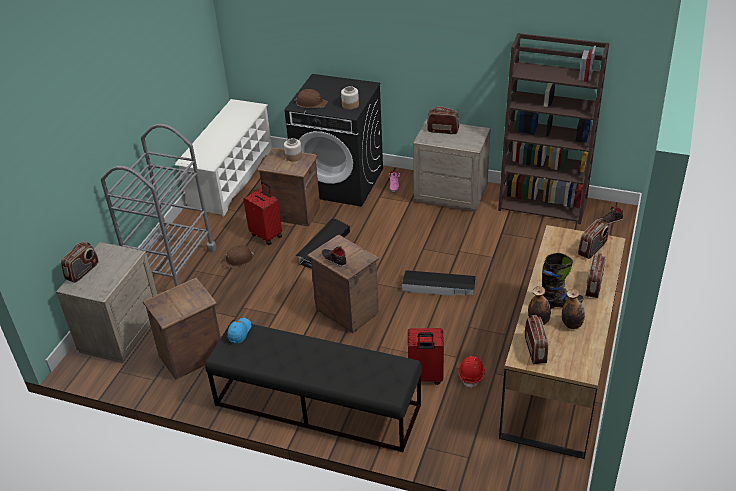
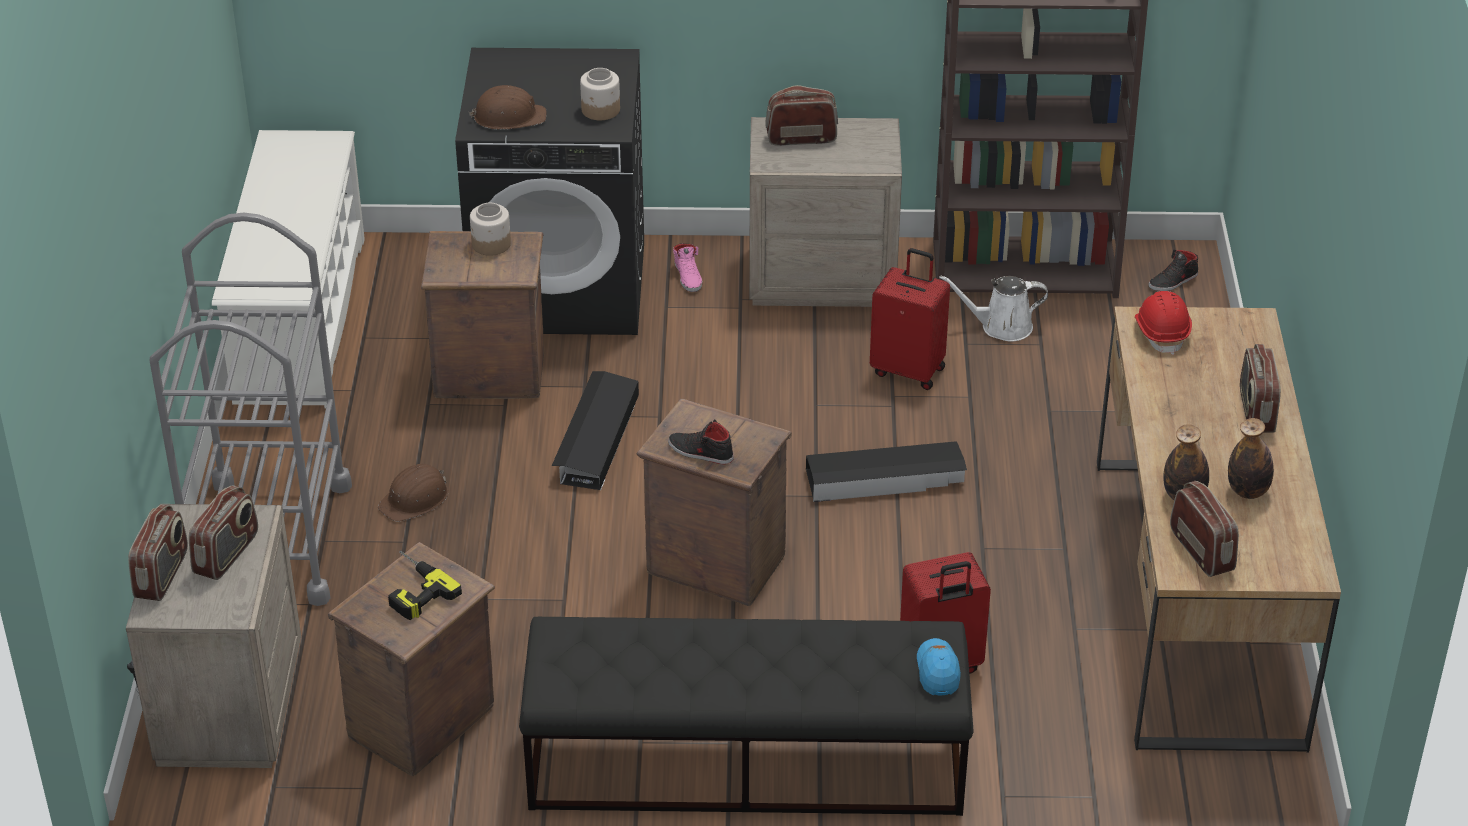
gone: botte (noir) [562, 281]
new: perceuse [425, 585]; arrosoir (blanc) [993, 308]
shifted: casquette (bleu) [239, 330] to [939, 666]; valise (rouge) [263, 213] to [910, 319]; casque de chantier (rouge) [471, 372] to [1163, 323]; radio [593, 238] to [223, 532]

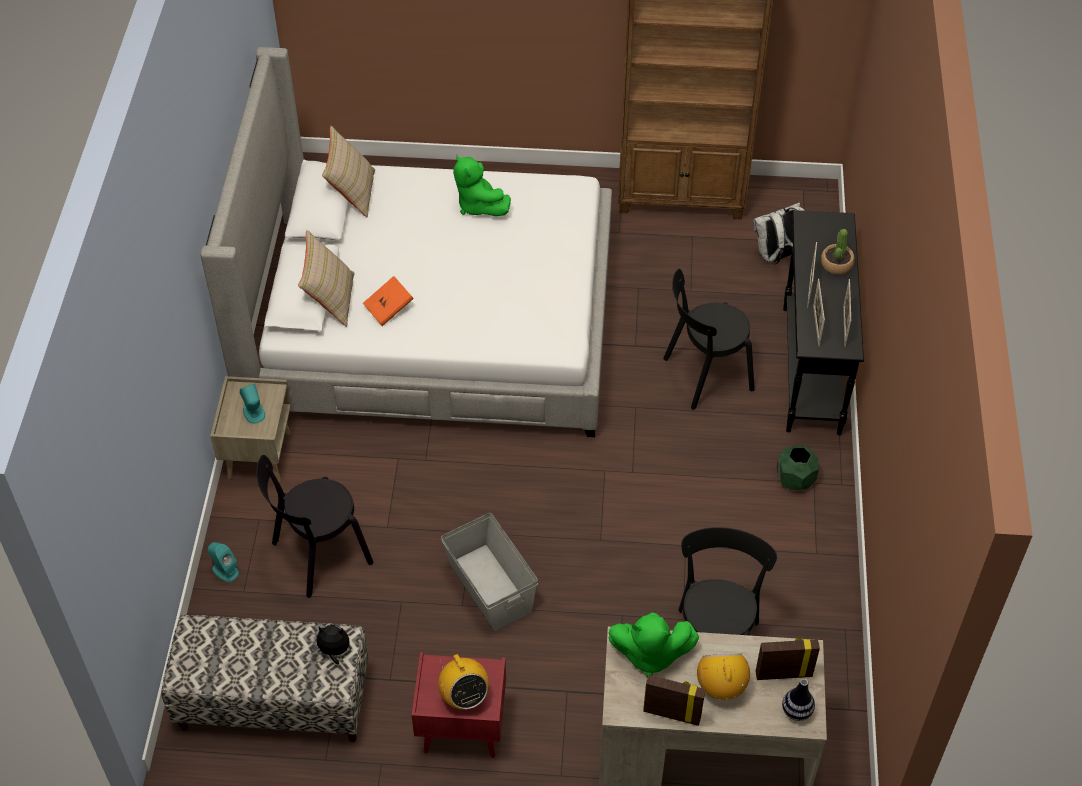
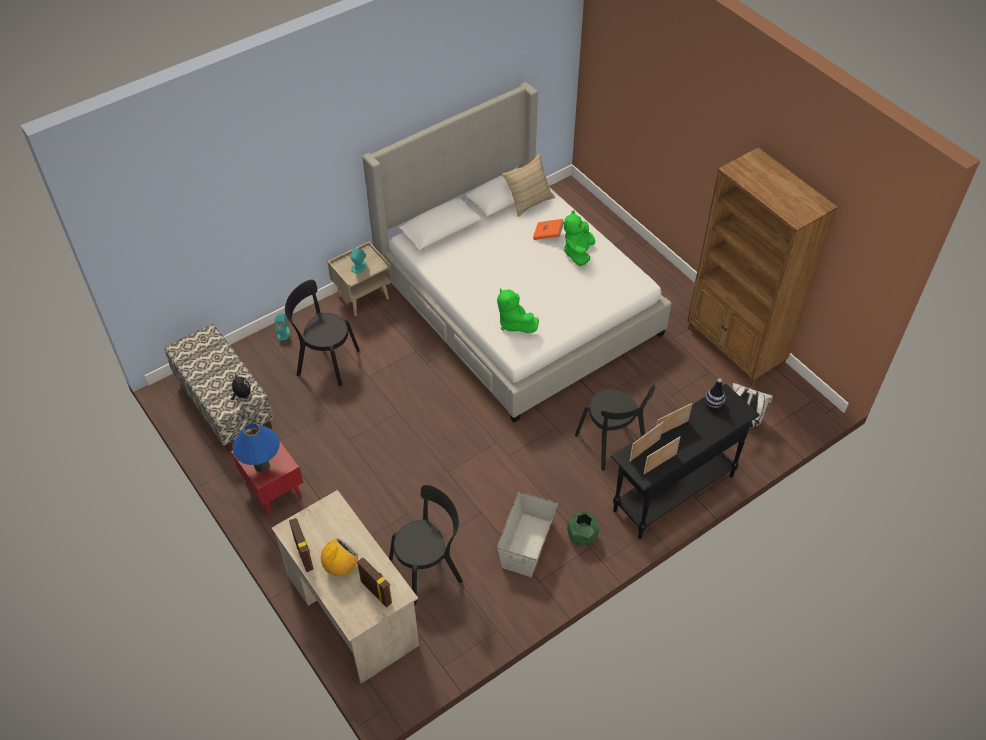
gone: coussin (beige) [326, 278]; plante en pot [838, 252]
shifted: livre (orange) [388, 301] to [548, 229]; boîte de rangement (gris) [489, 572] to [527, 534]; peluche (vert) [653, 645] to [518, 310]; vase [798, 700] to [715, 393]
swapped: radio [463, 682] to lampe de table (bleu) [256, 447]
rotated: chaise (noir) [709, 339] = [615, 428] 150 degrees counterclockwise

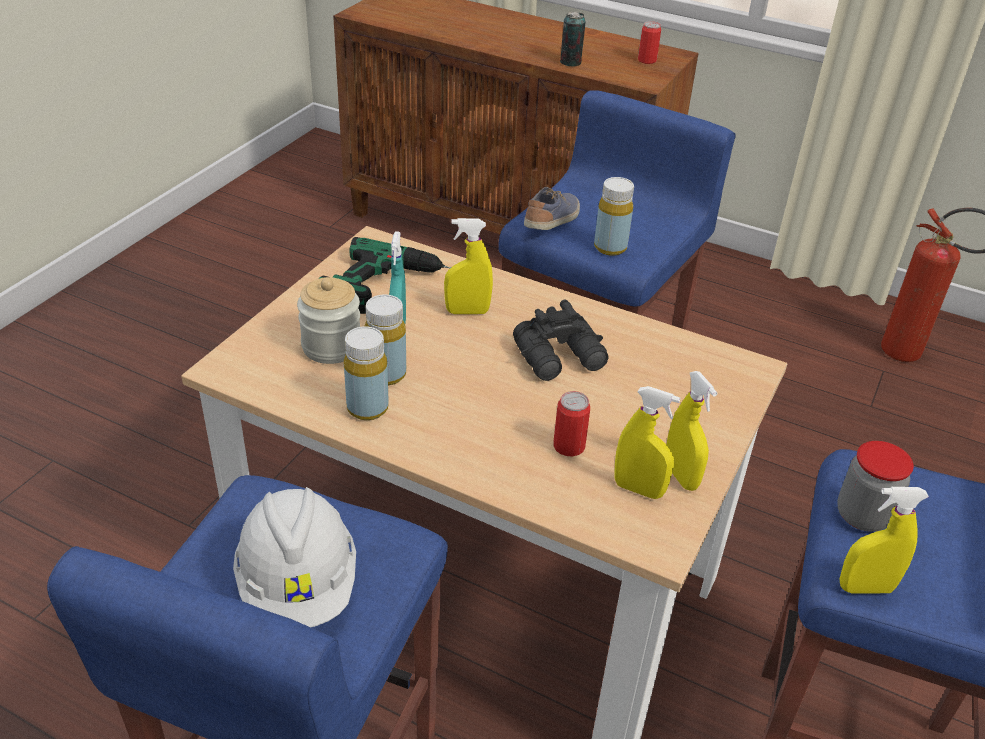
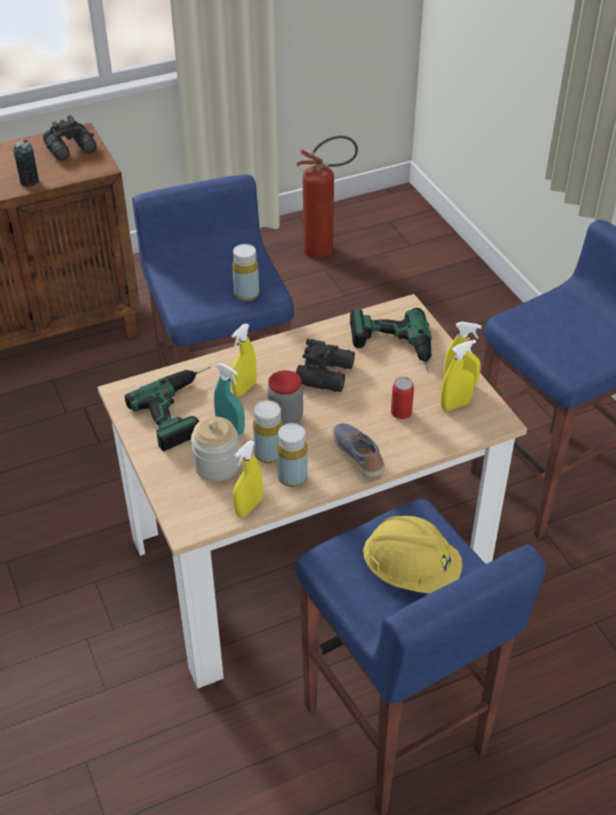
new: perceuse [391, 340]
shifted: chaussure [552, 208] to [359, 450]; bocal [875, 486] to [285, 397]; vaporisateur (jaune) [884, 540] to [248, 478]
swapped: boîte métallique [649, 42] to jumelles (noir) [70, 138]
repainted: casque de chantier (blanc) [294, 557] to casque de chantier (jaune) [412, 555]

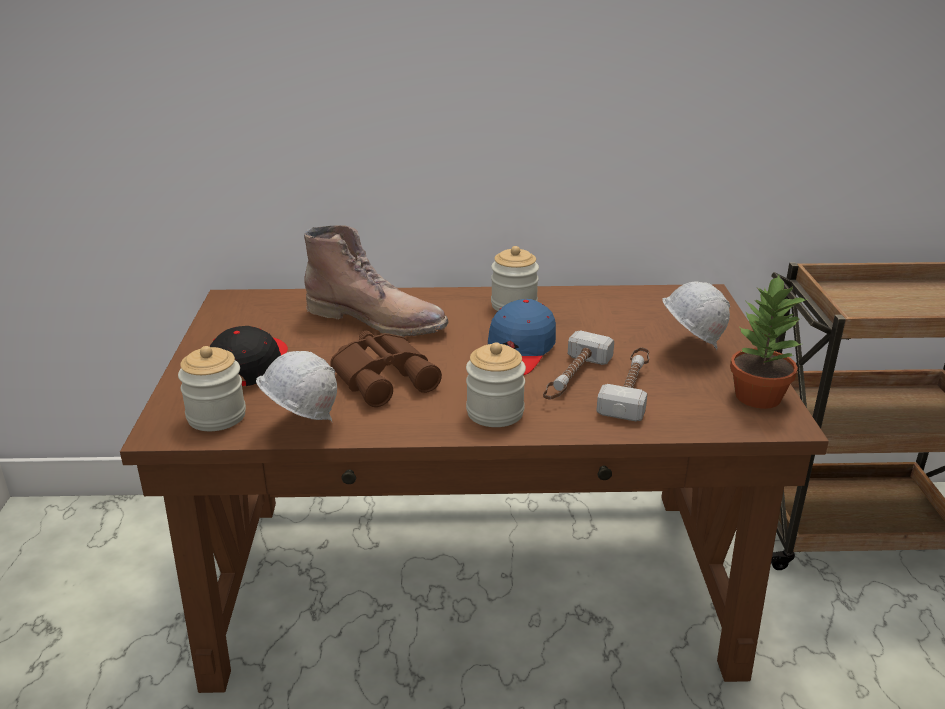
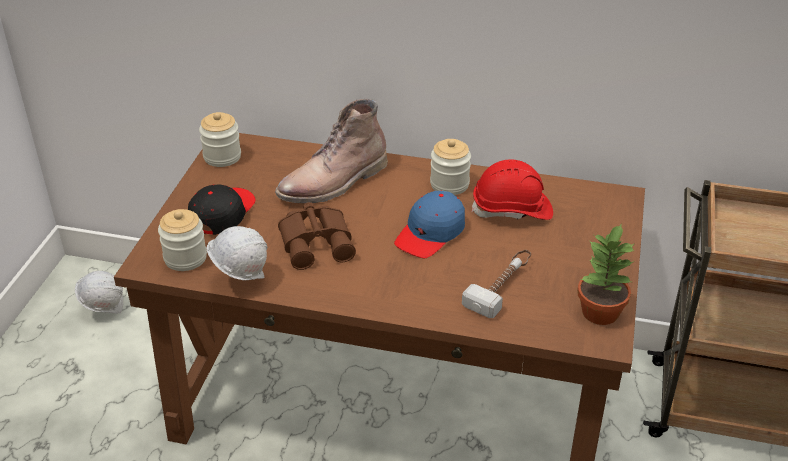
gone: marteau [578, 365]
new: casque de chantier (rouge) [512, 189]
shifted: bocal [496, 384] to [220, 139]; casque de chantier (blanc) [696, 316] to [99, 292]
rotated: botte (marron) [376, 281] = [331, 151] 105 degrees clockwise

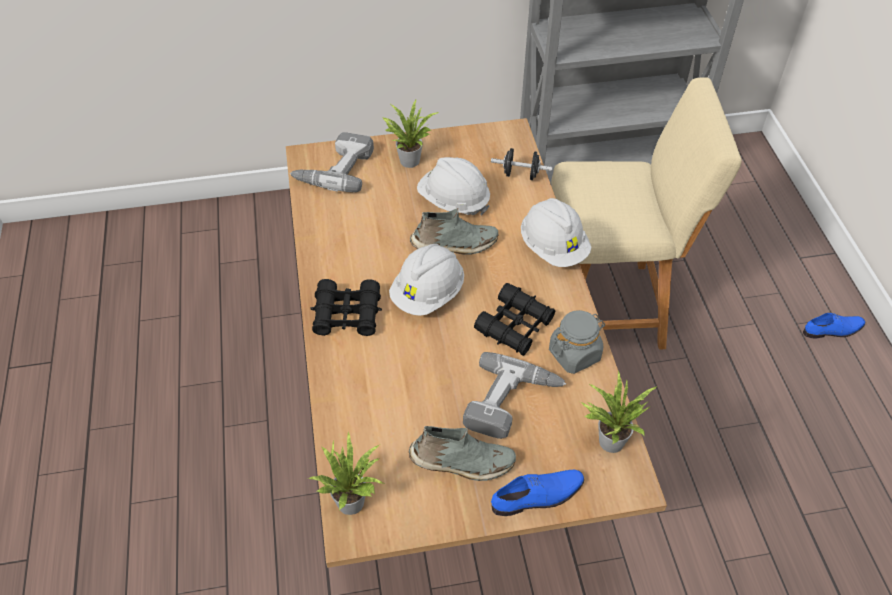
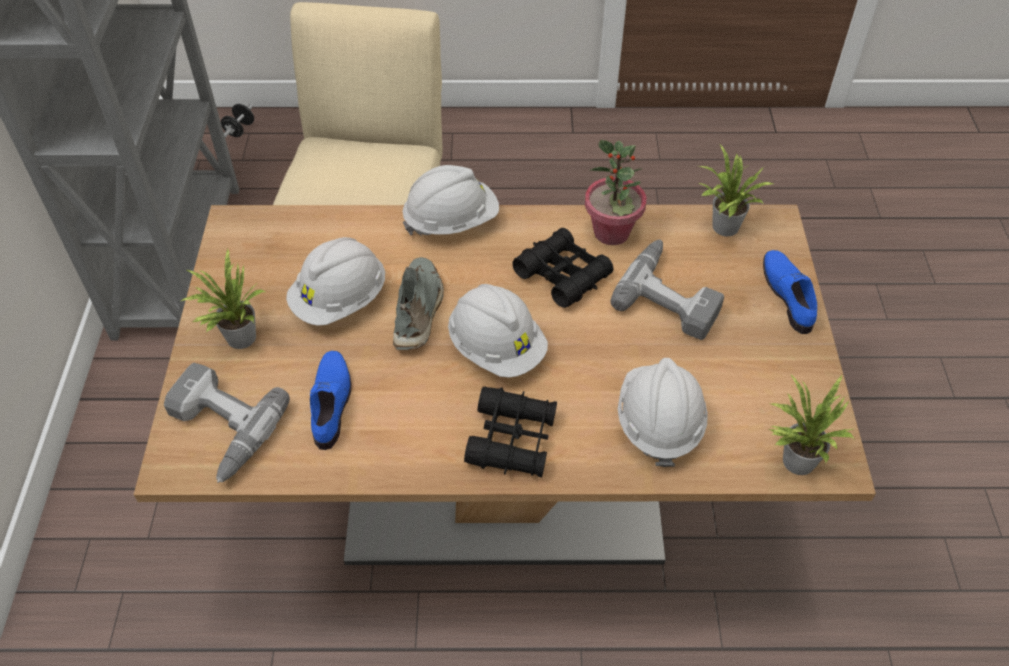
gone: chaussure (gris) [462, 453]
new: casque de chantier (blanc) [663, 412]
shifted: haltère (noir) [522, 164] to [237, 121]; chaussure (bleu) [834, 325] to [331, 400]
swapped: bocal (gris) [577, 342] to plante en pot [615, 192]

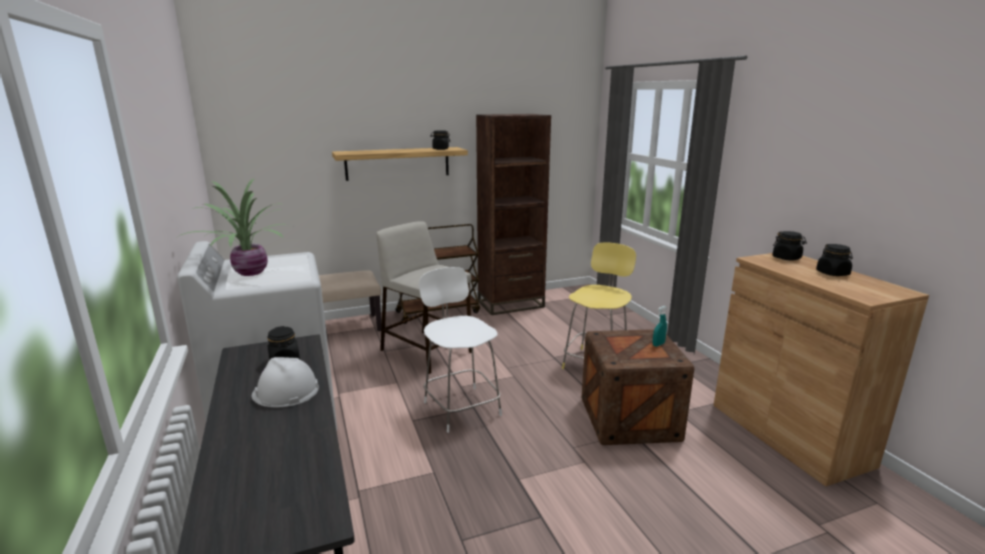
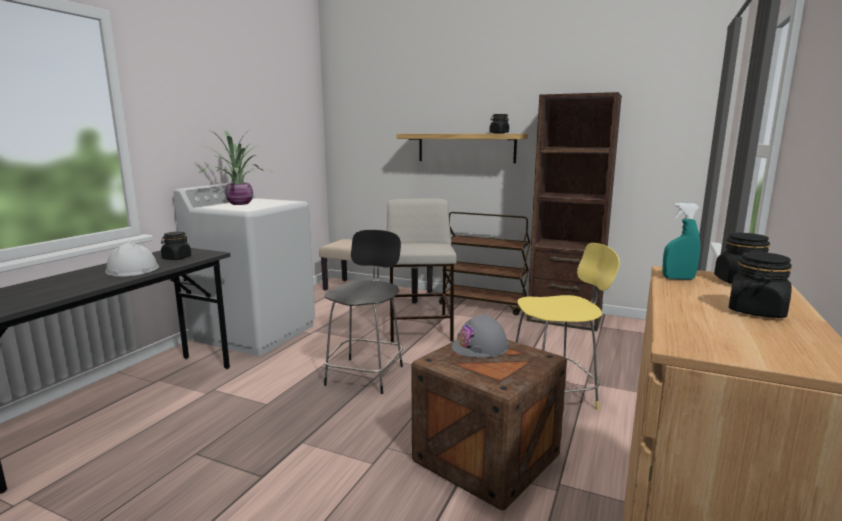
new: casque de chantier (gris) [480, 336]
shifted: vaporisateur (turquoise) [660, 326] to [681, 241]
repainted: tabouret (blanc) [460, 350] to tabouret (noir) [363, 312]

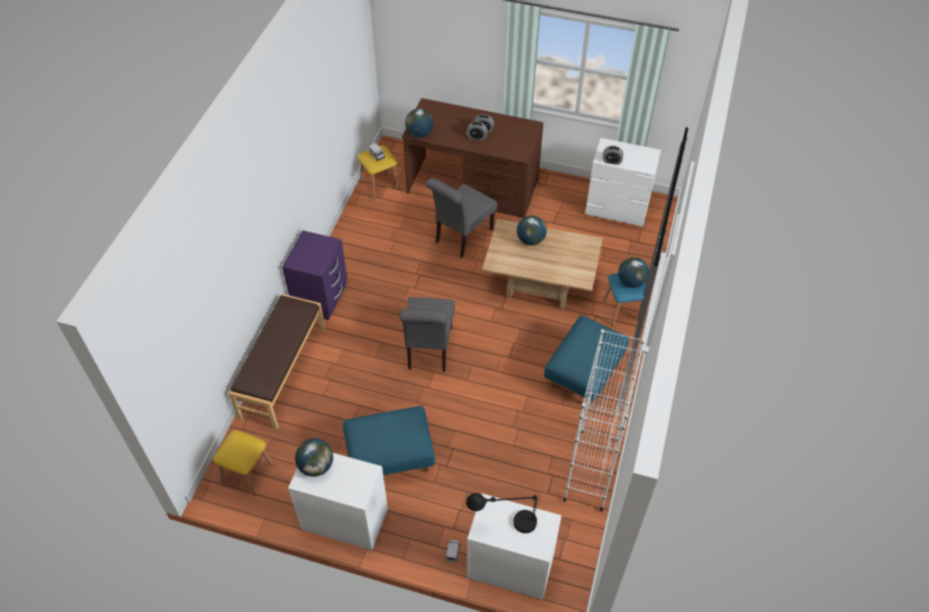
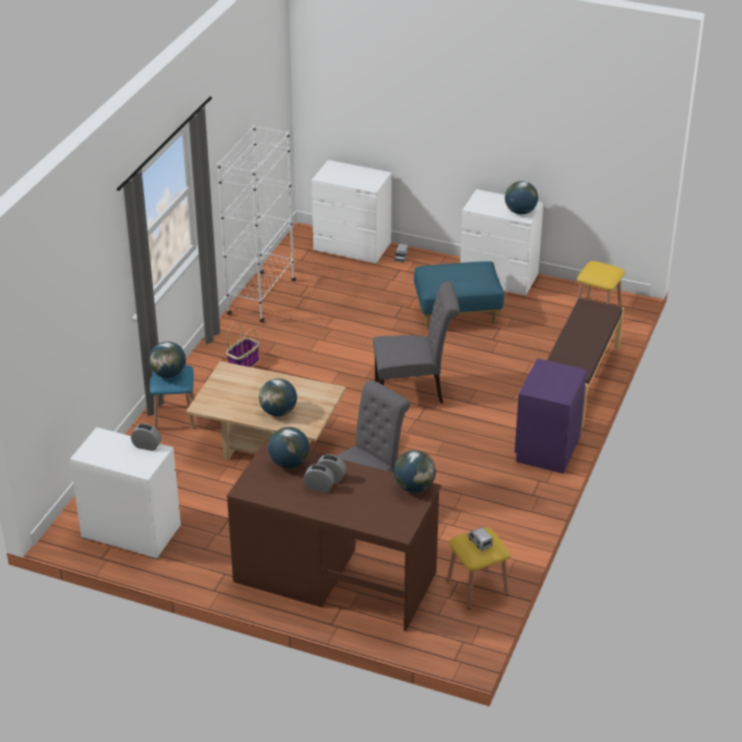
gone: lampe de table (noir) [501, 513]
new: globe [289, 447]
swapped: pouf (bleu) [586, 359] to panier [243, 344]
rotated: chaise (gris) [427, 334] = [416, 342] 75 degrees clockwise

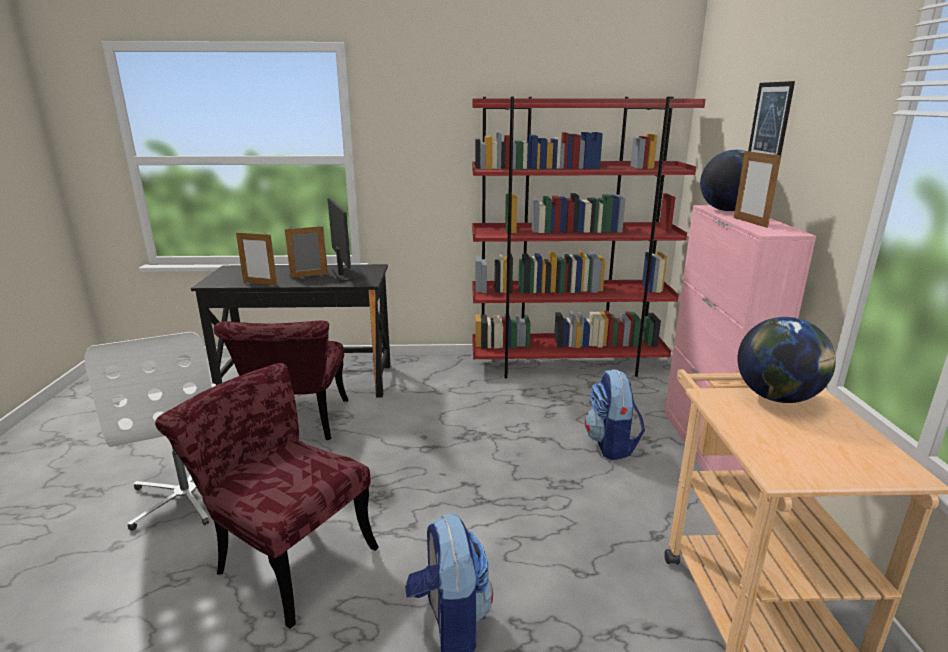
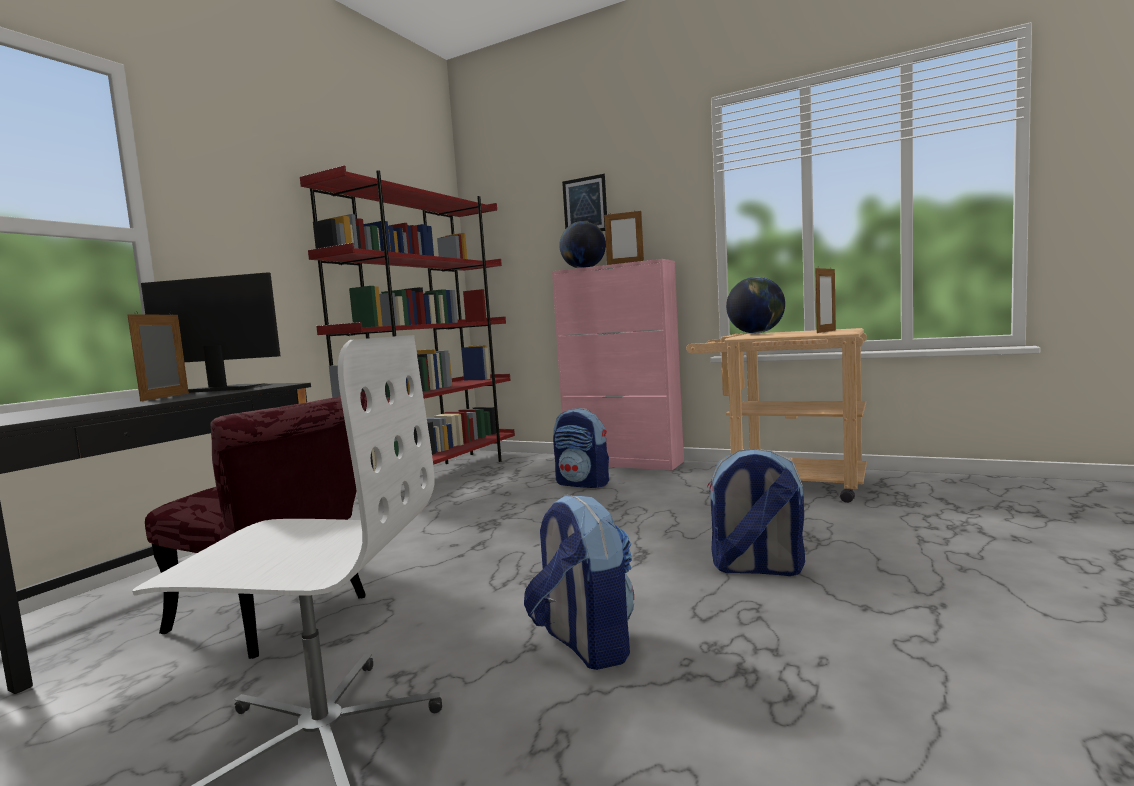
shifted: cadre photo [256, 258] to [825, 299]
swapped: chaise (rouge) [267, 496] to sac à dos [579, 582]

